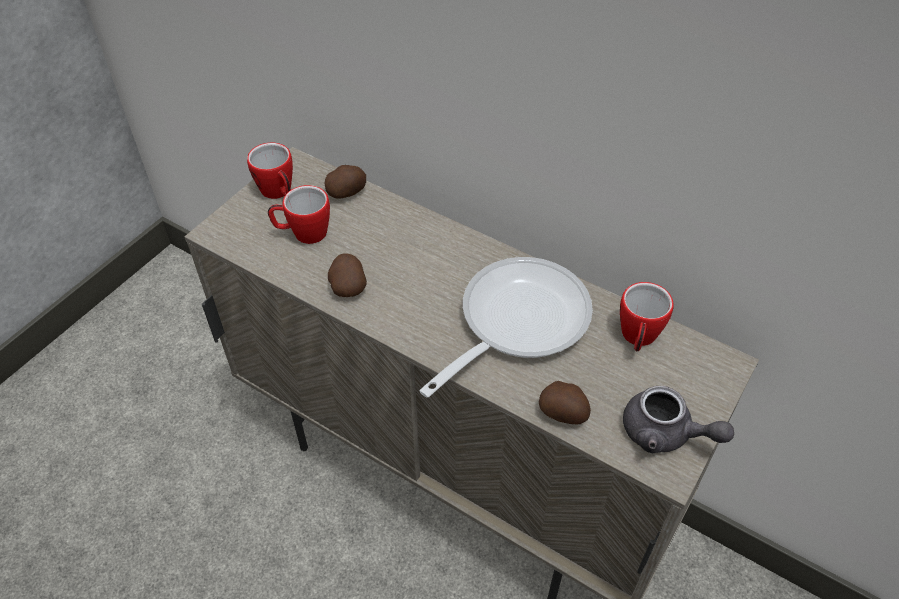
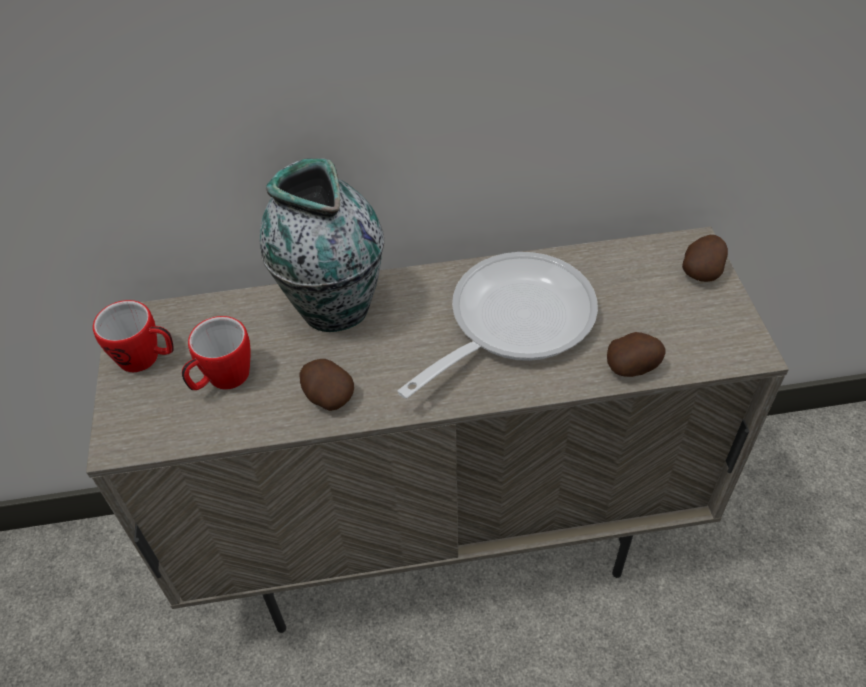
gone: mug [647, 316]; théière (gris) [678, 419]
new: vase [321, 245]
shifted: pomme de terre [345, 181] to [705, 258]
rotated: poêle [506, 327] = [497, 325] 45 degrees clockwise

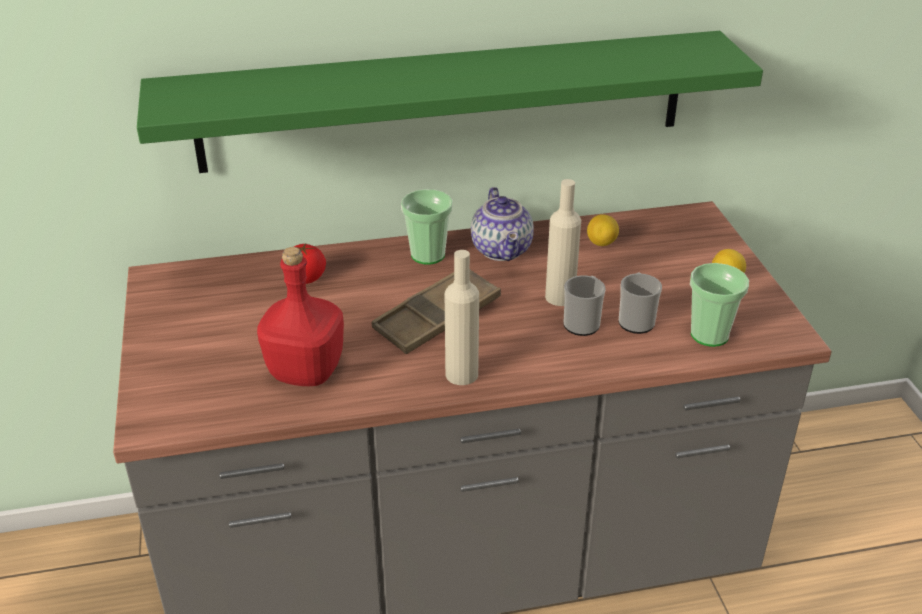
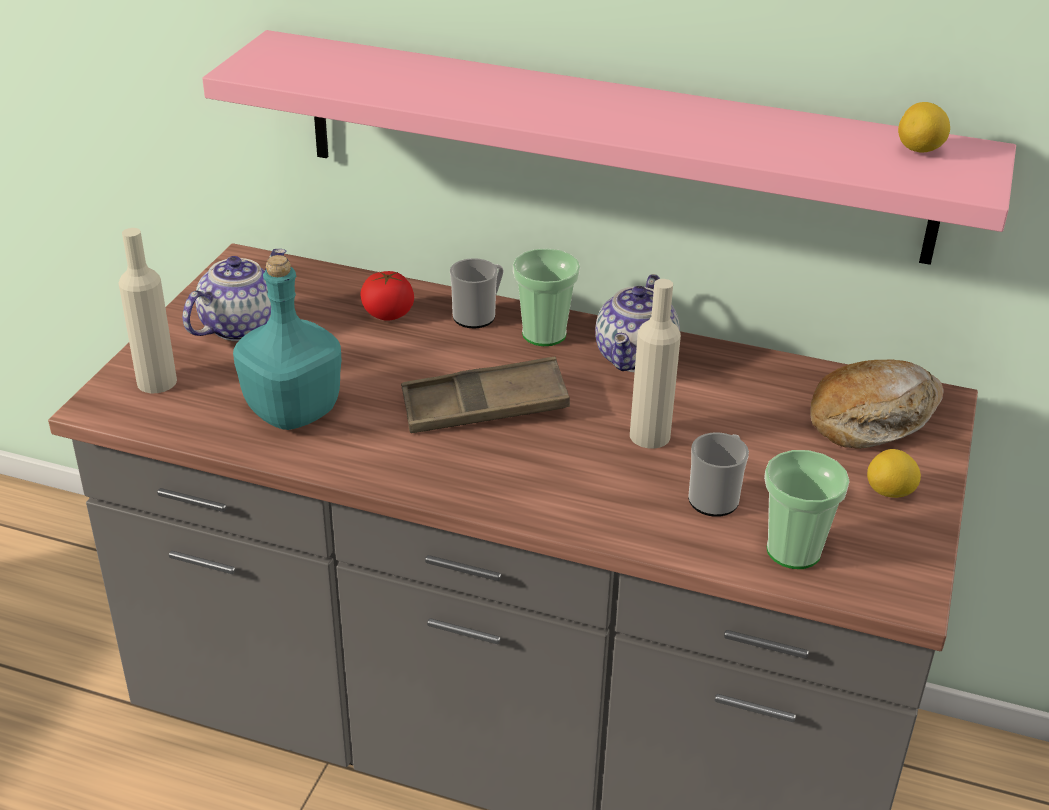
new: théière [234, 295]; pain [877, 404]
shifted: bouteille (beige) [462, 317] to [148, 310]; mug [584, 305] to [477, 293]; citron [603, 230] to [924, 127]
repainted: étagère (vert) [450, 102] to étagère (rose) [609, 147]; bouteille (rouge) [300, 316] to bouteille (turquoise) [287, 342]

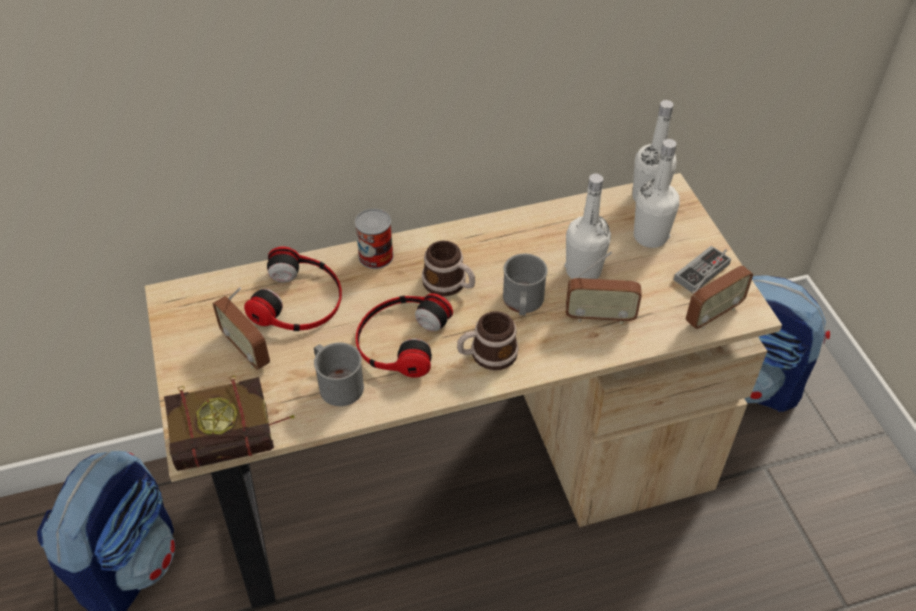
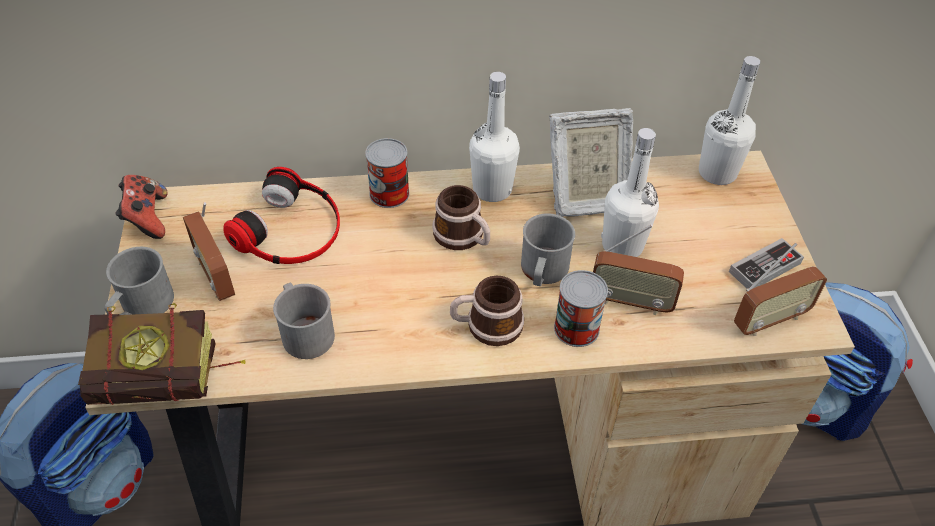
gone: casque audio [404, 335]
new: mug (gris) [139, 281]; manette [141, 207]; cadre photo [591, 162]; boîte métallique [581, 308]
shifted: bouteille (blanc) [657, 193] to [494, 137]

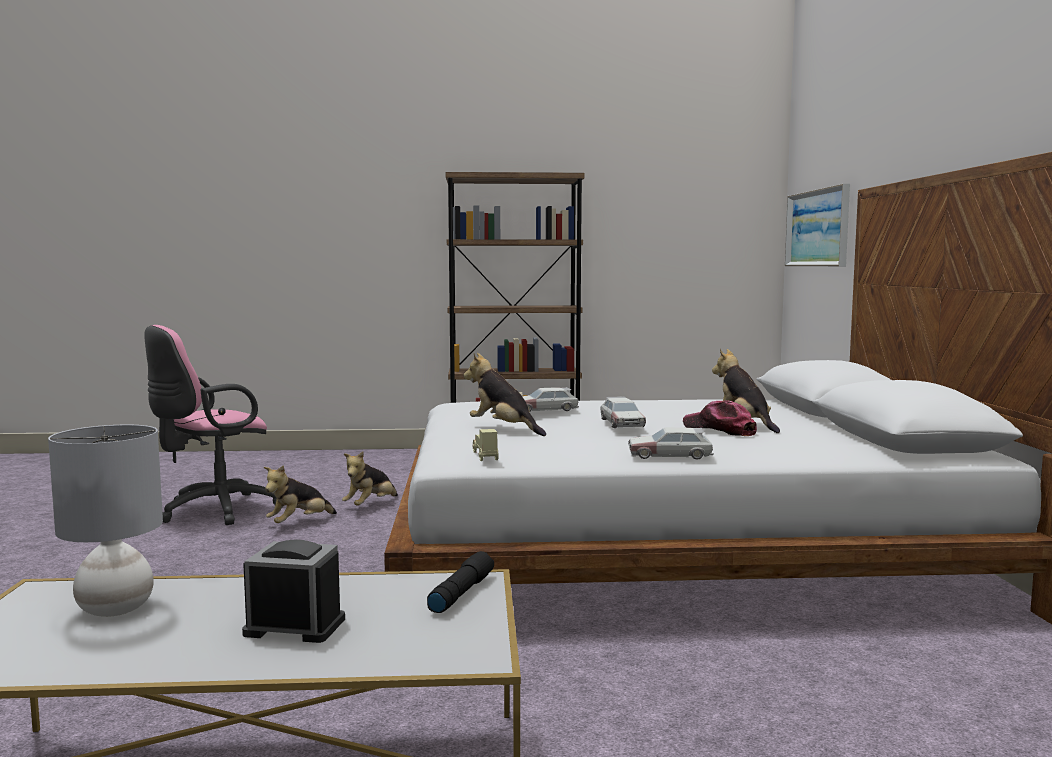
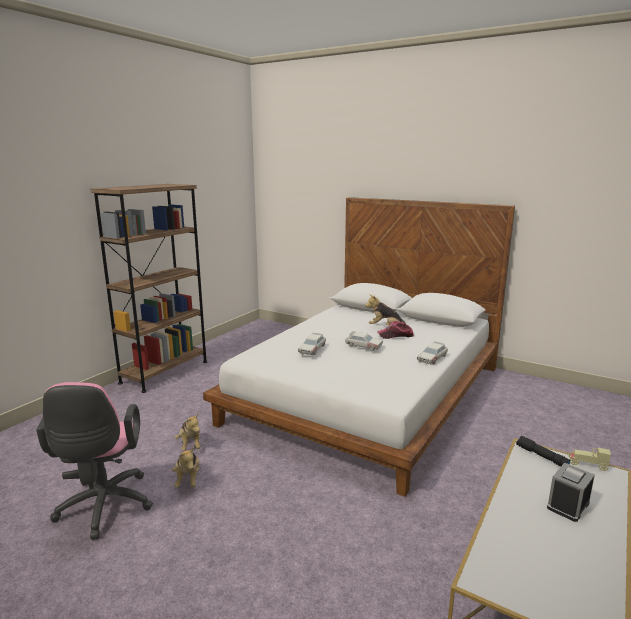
gone: lampe de table (gris) [105, 521]; peluche [504, 394]; tableau [817, 225]
shifted: petite voiture (beige) [486, 445] to [590, 459]

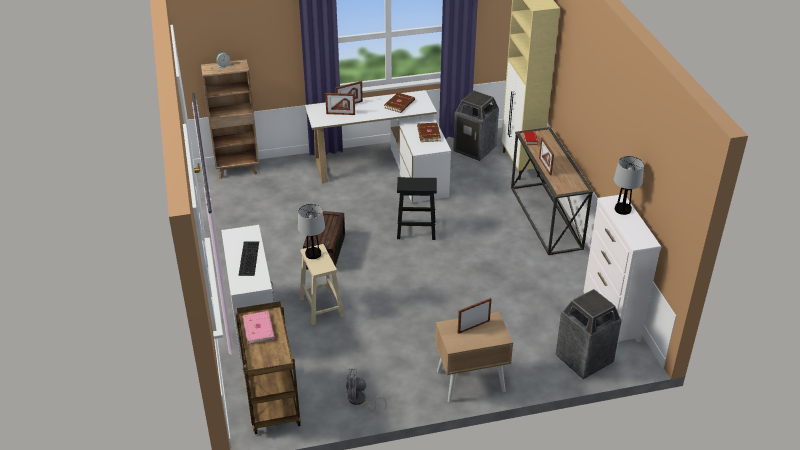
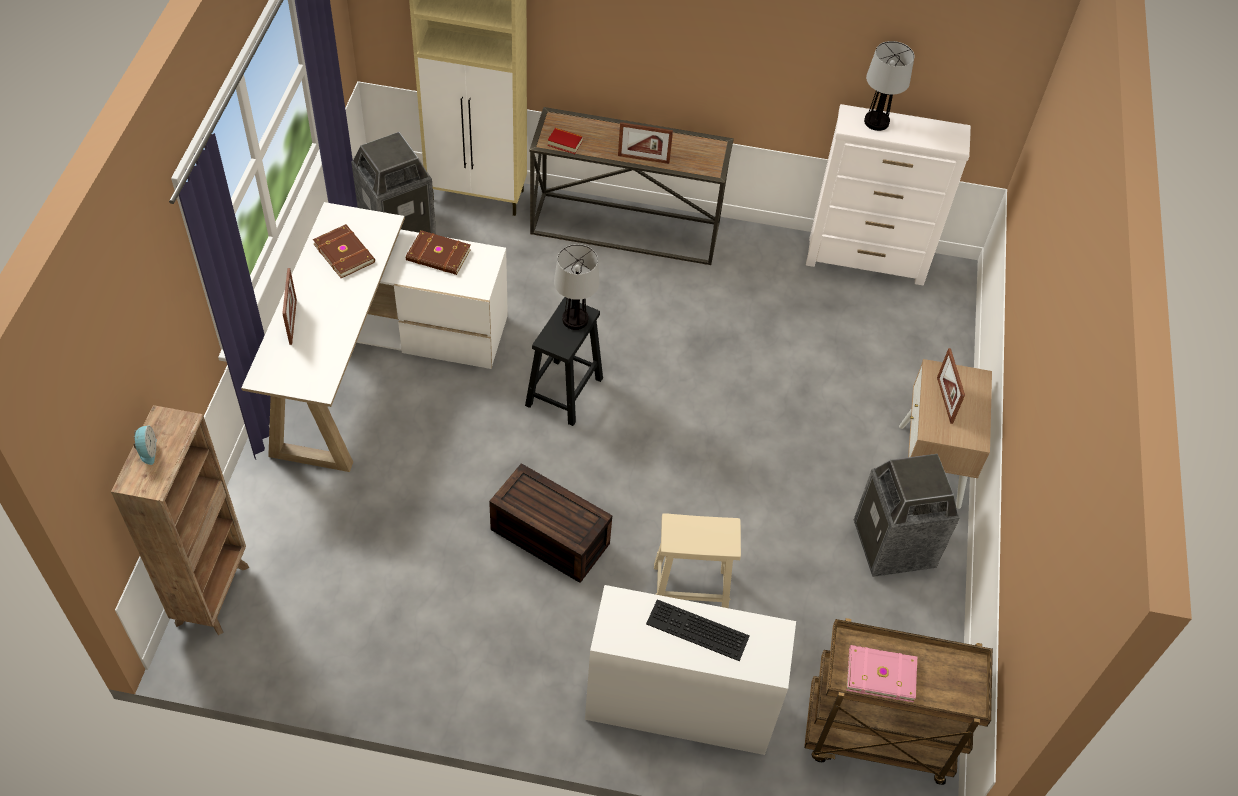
gone: cadre photo [340, 104]; ventilateur (gris) [366, 390]
shifted: lampe de table [311, 231] to [577, 287]; poubelle [589, 334] to [907, 515]

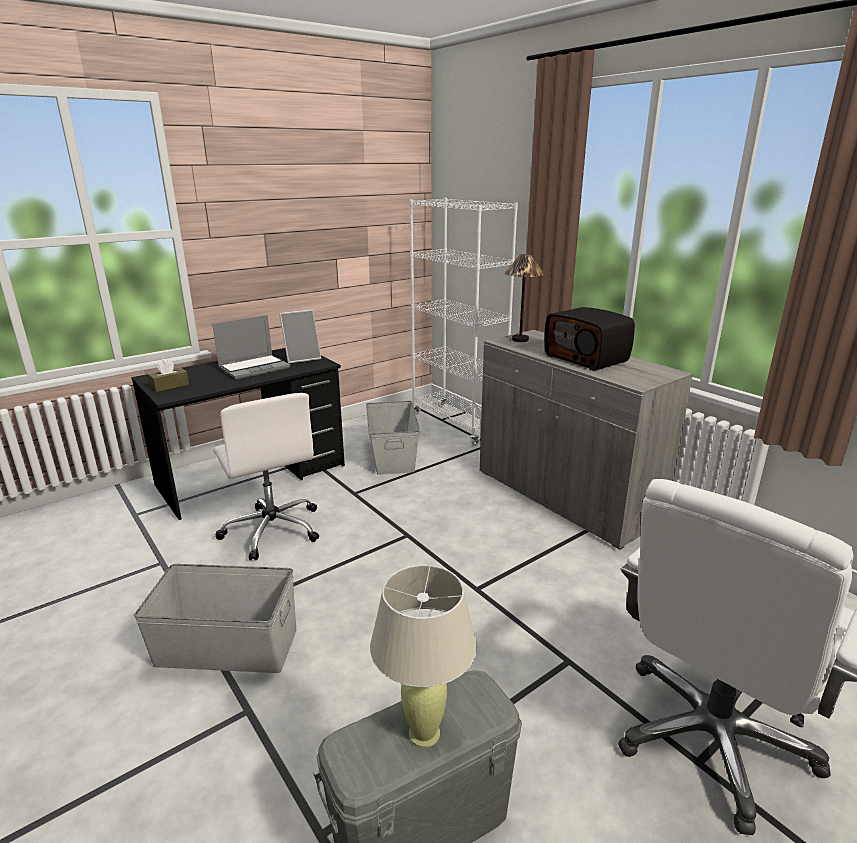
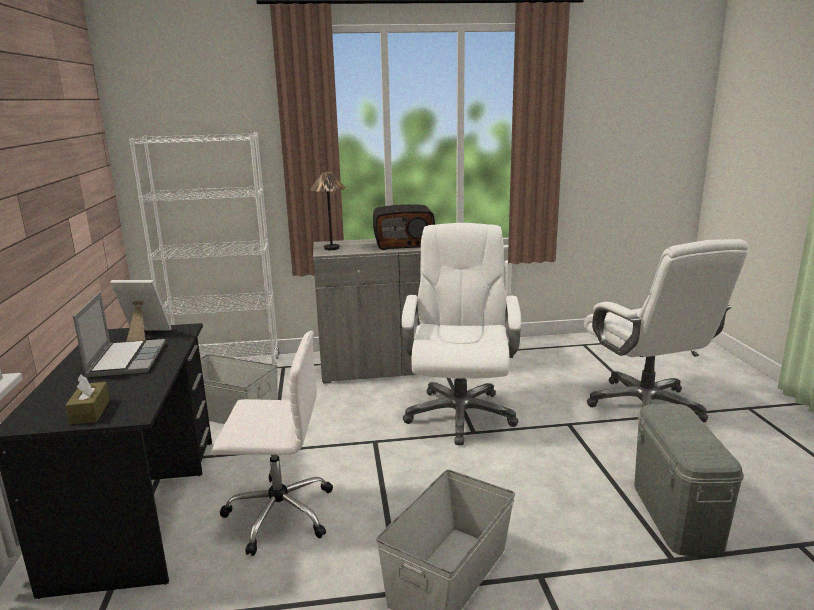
gone: lampe de table (beige) [423, 656]
new: chaise de bureau (blanc) [461, 334]
rotated: cadre photo [300, 337] = [141, 310] 90 degrees counterclockwise

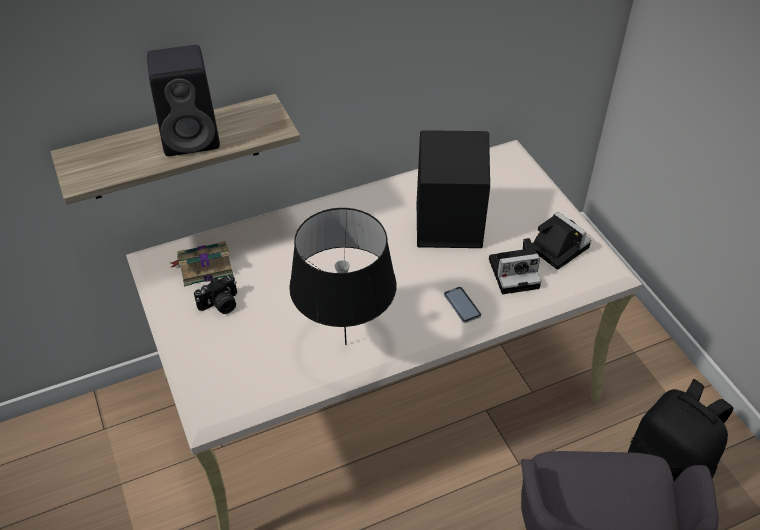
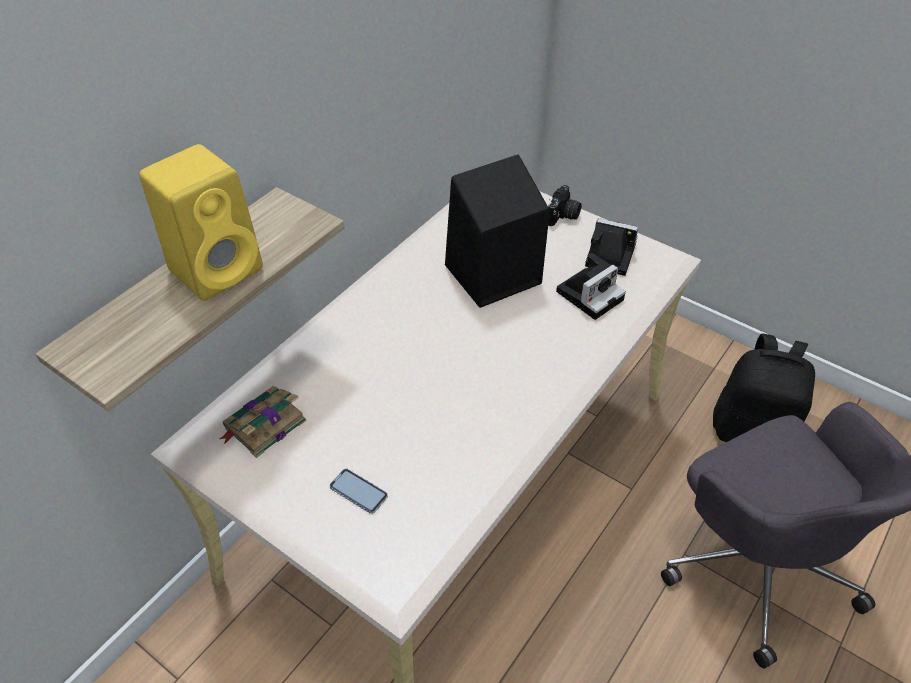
gone: lampe de table (noir) [342, 276]
shifted: appareil photo [215, 294] to [565, 205]; téléphone [463, 305] to [359, 491]
repainted: enceinte (noir) [183, 100] to enceinte (jaune) [201, 222]

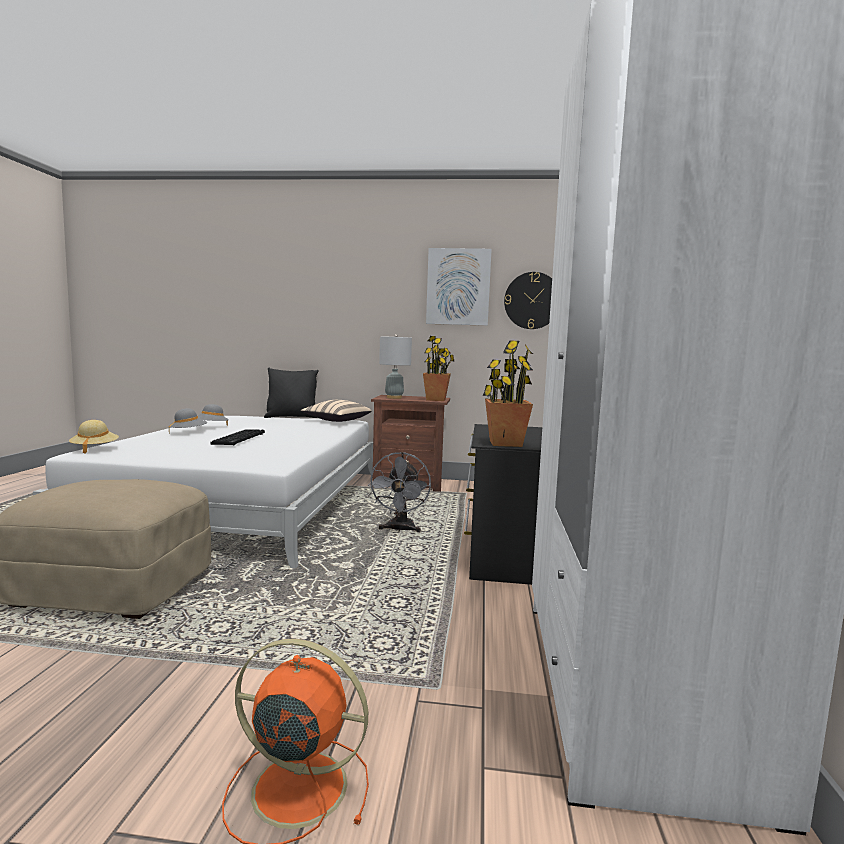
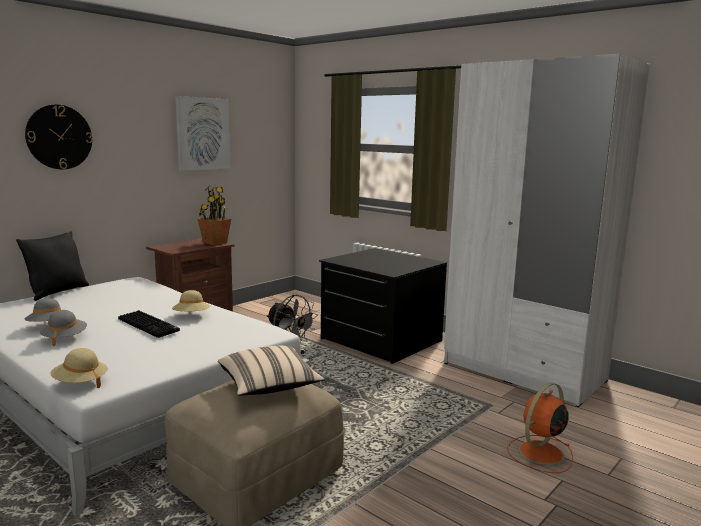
gone: lampe de table (gris) [395, 366]; plante en pot [508, 393]
new: chapeau (beige) [191, 300]
shifted: coussin (beige) [336, 411] to [271, 371]; horloge murale [528, 300] to [59, 137]

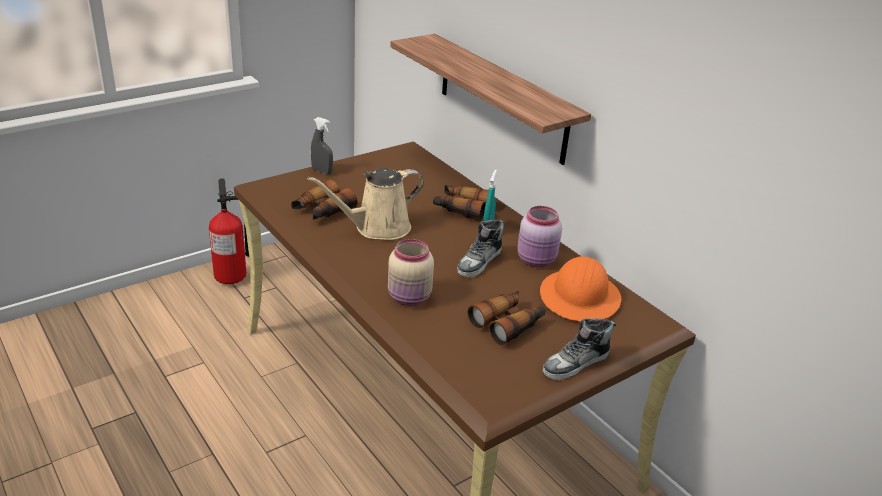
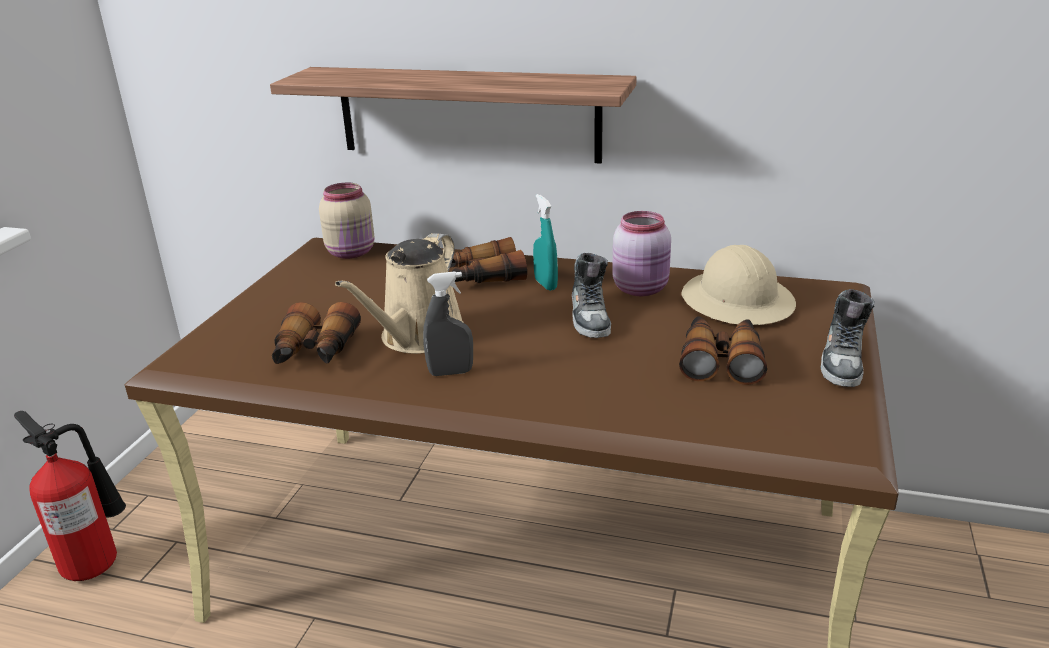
shifted: vaporisateur (gris) [322, 145] to [448, 323]; bocal (beige) [411, 272] to [346, 221]
repainted: casque de chantier (orange) [580, 288] to casque de chantier (beige) [738, 285]

